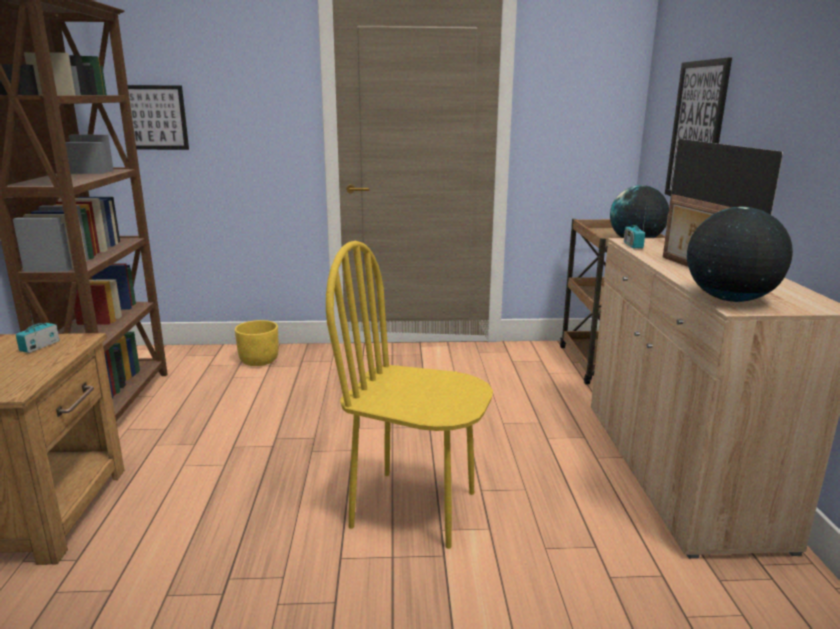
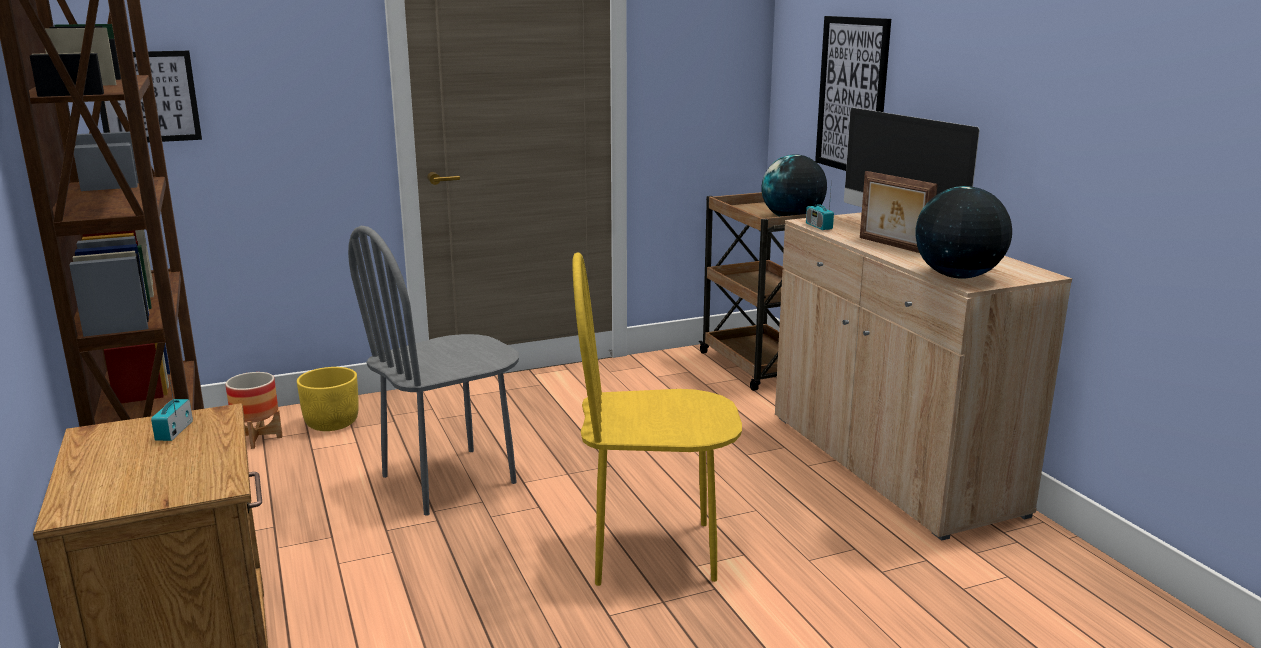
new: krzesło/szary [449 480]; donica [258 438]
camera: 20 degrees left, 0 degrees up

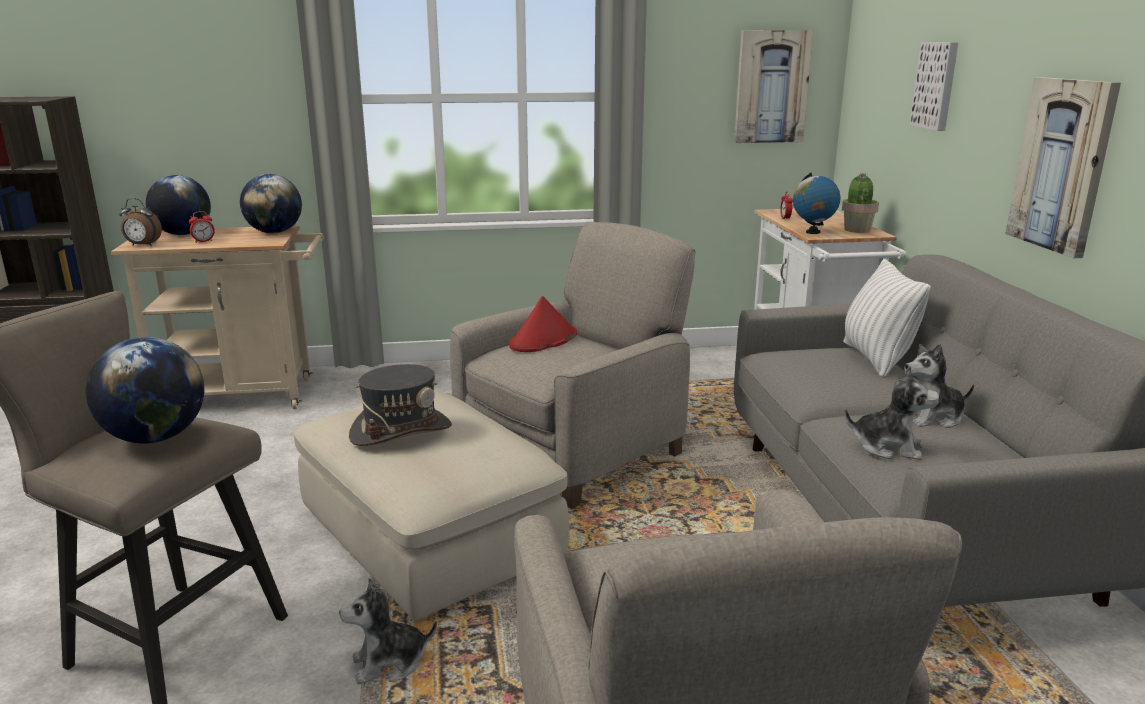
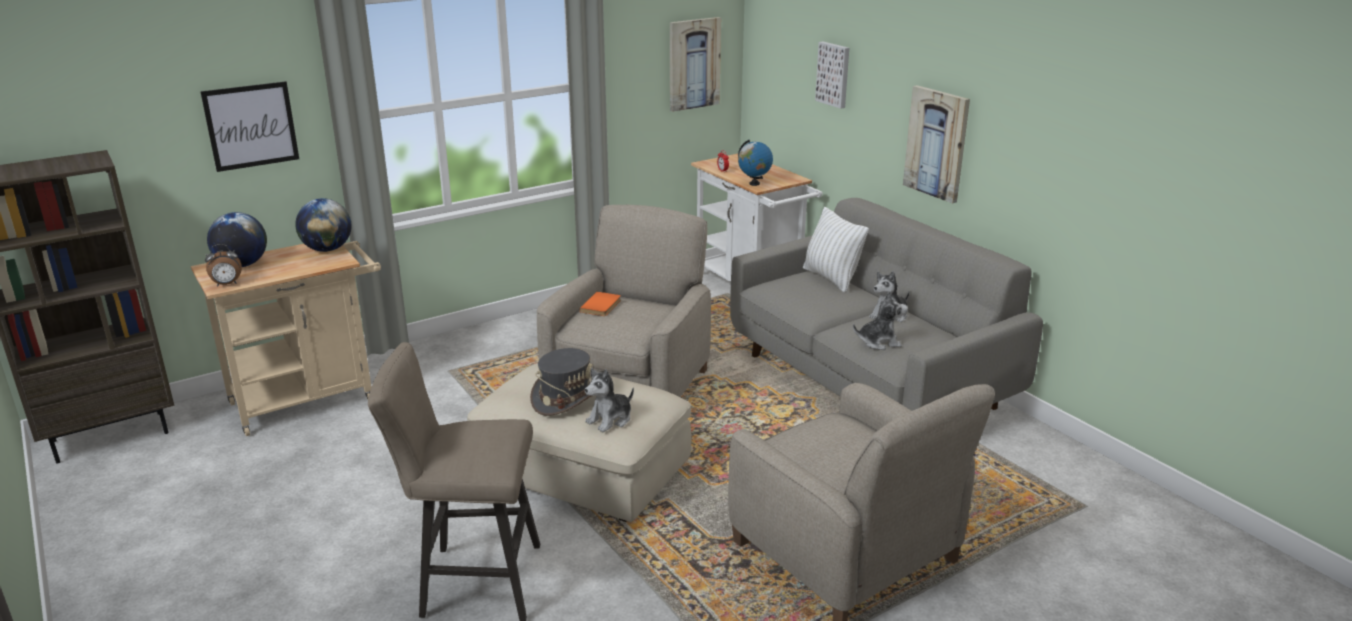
gone: roślina doniczkowa [857 230]; budzik [203 241]; globus [156 438]
new: obraz [251 126]
shifted: pluszak [389 663] to [610 419]
swapped: kapelusz/czerwony [543 340] to książka/pomarańczowy [602 306]
camera: 25 degrees left, 5 degrees up

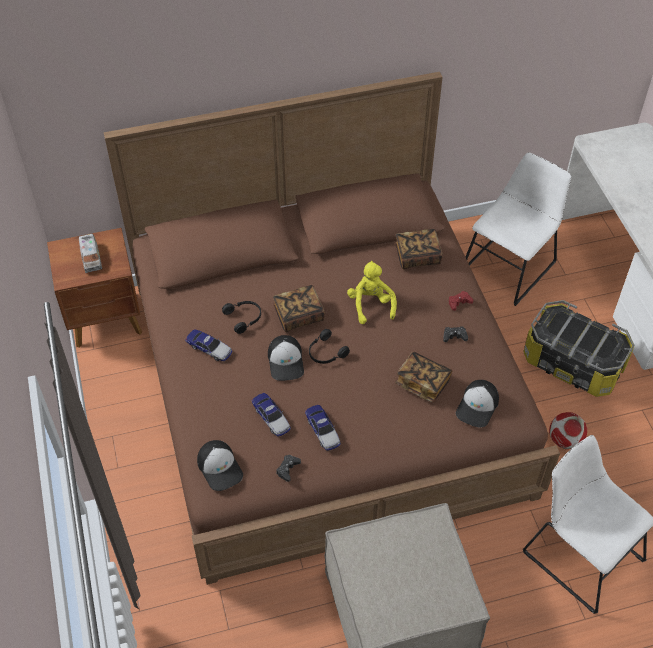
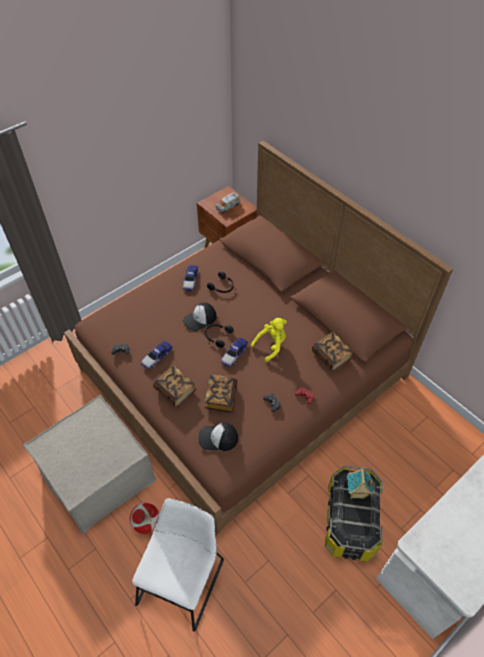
gone: krzesło/biały [510 265]; czapka z daszkiem [220 467]
new: domek [356 493]
shifted: książka [298 315] to [175 391]; samochodzik [271 417] to [234 354]; piłka futbolowa [564 440] to [146 523]
camera: 65 degrees right, 0 degrees up

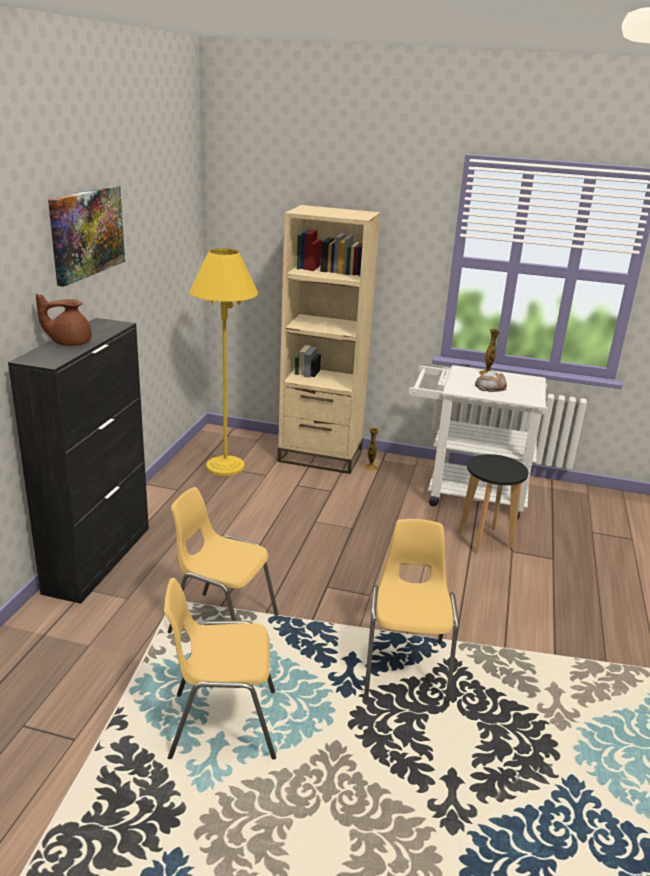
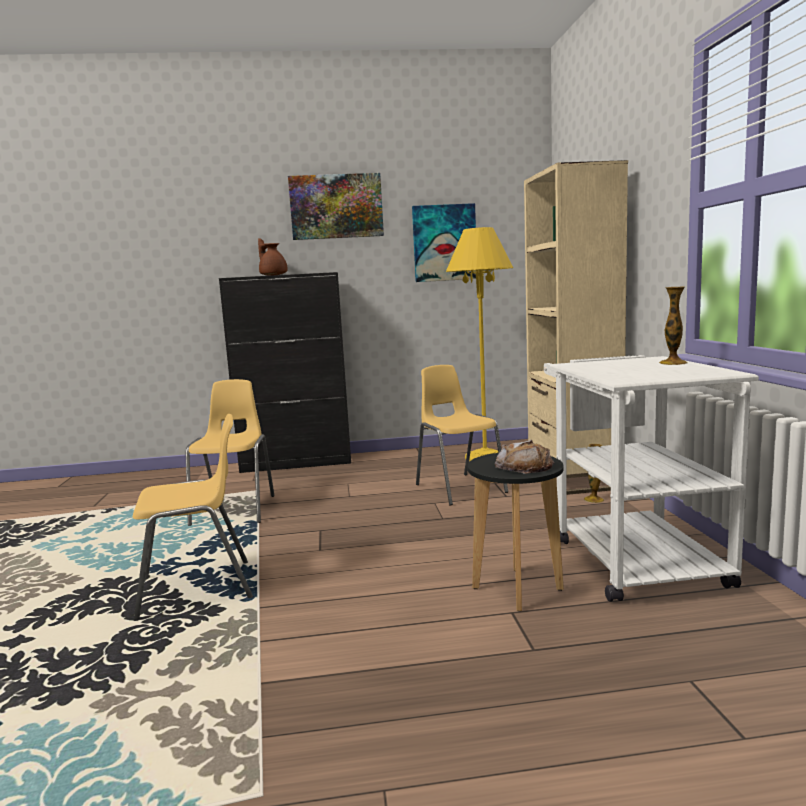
new: obraz [444 243]
shifted: chleb [490 386] to [524 466]; krzesło/żółty [222 724] to [459 488]
camera: 70 degrees right, 15 degrees down

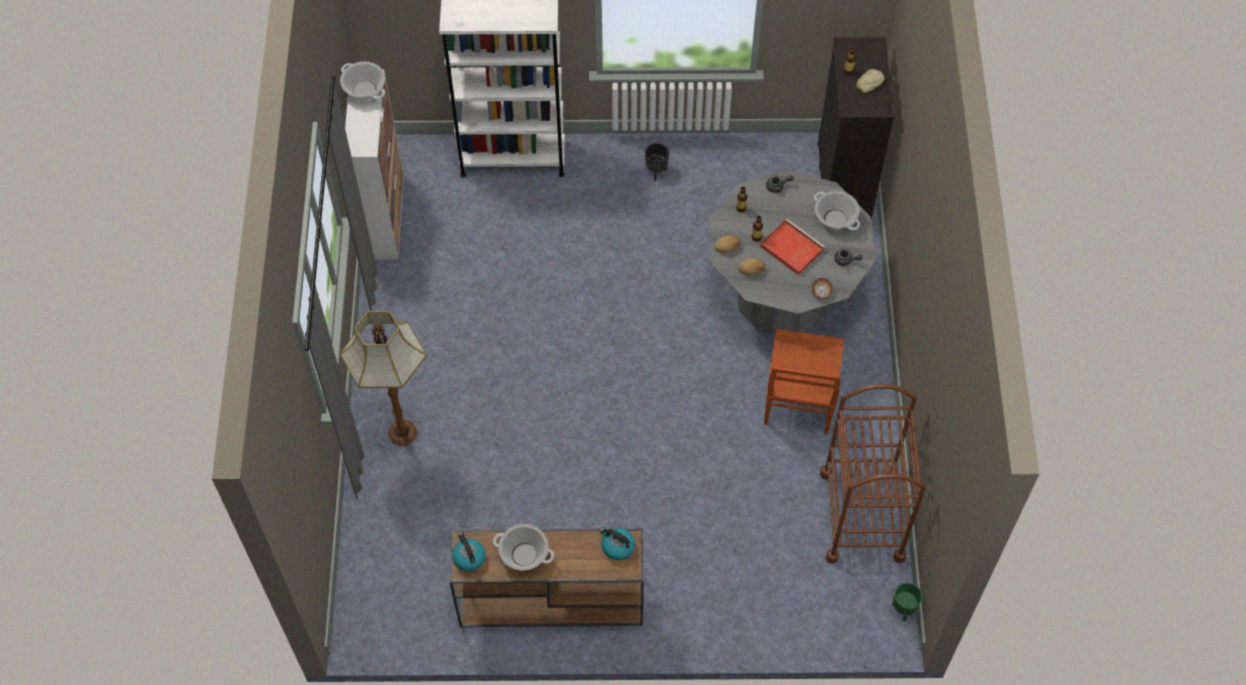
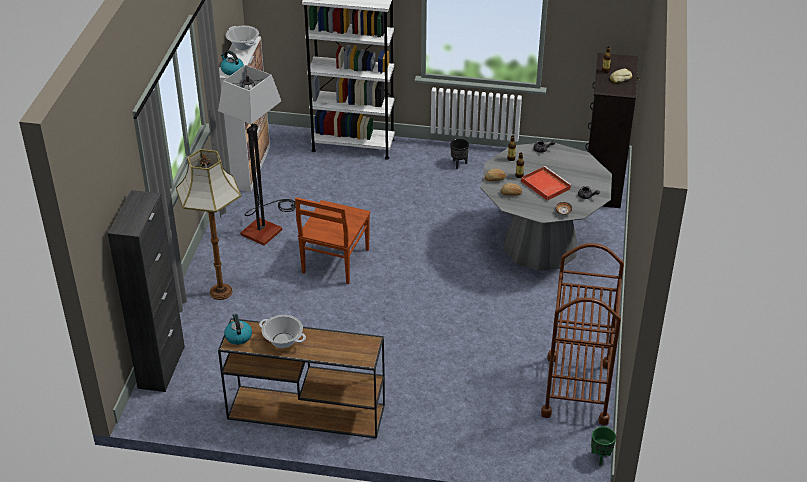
gone: garnek [835 219]
new: lampa stojąca [265 225]; szafka/czarny [161 367]
shifted: krzesło/brązowy [799 399] to [334 262]; czajnik [617 546] to [232 70]
camera: 10 degrees right, 20 degrees down

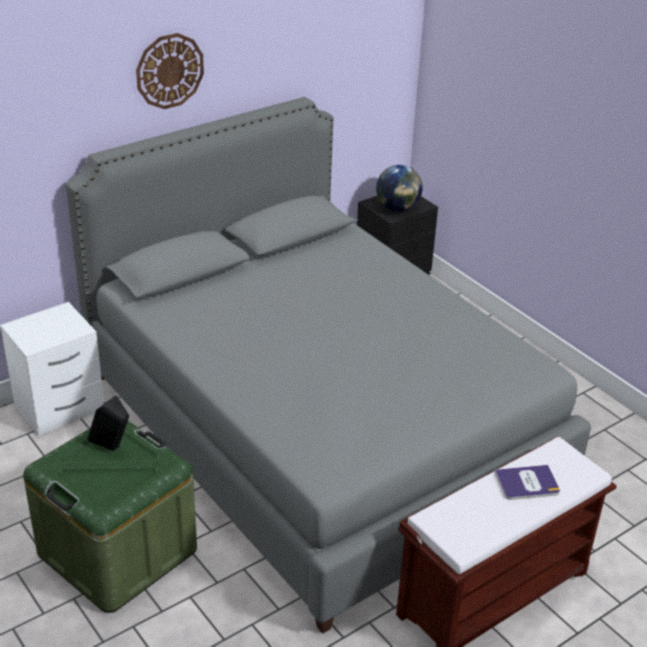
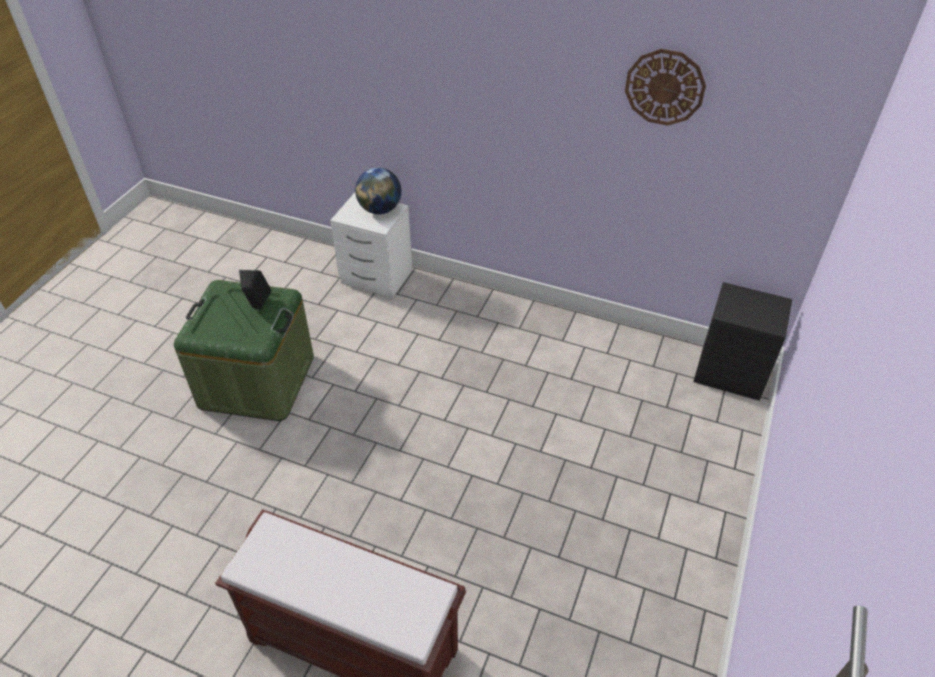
gone: łóżko/szary [318 431]; książka [527 483]
shifted: zegar ścienny [169 71] to [664 87]; globus [397 208] to [380 210]
camera: 60 degrees right, 10 degrees up

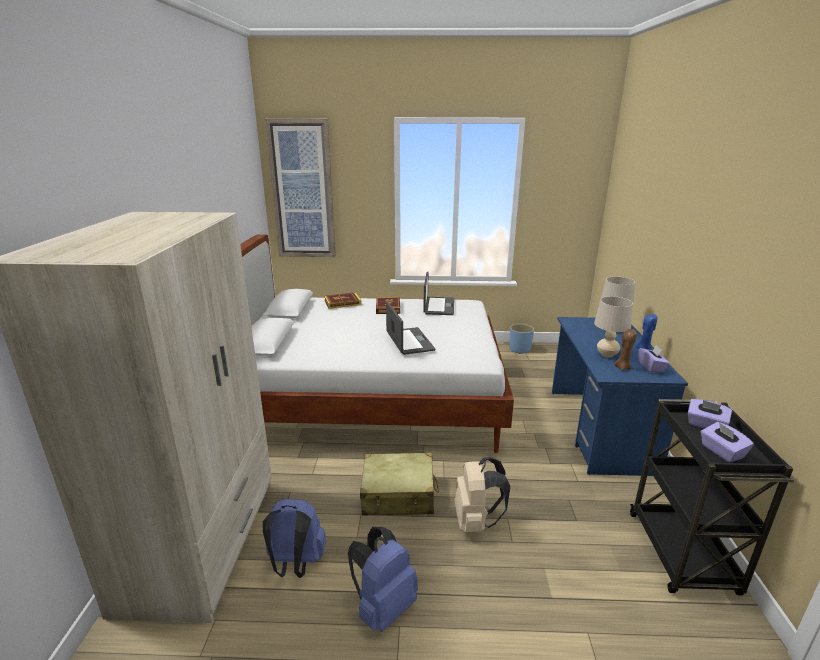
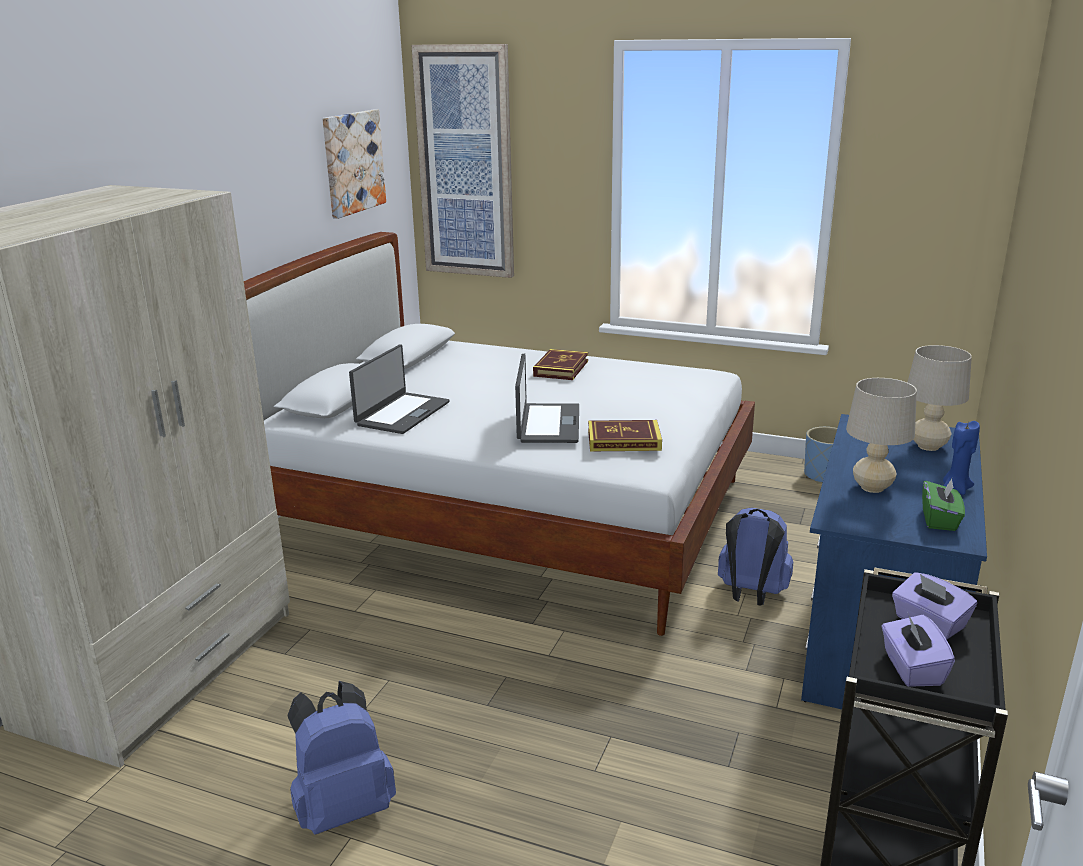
gone: świeca/brązowy [622 367]; walizka/beżowy [398 494]; plecak/beżowy [476 521]
new: obraz [352 162]
shifted: laptop [438 306] to [402 413]; książka [342 303] to [624 440]; plecak/niebieski [295 564] to [751 595]
repainted: pudełko chusteczek/fioletowy [651 367] to pudełko chusteczek/zielony [940 520]
camera: 20 degrees right, 0 degrees up

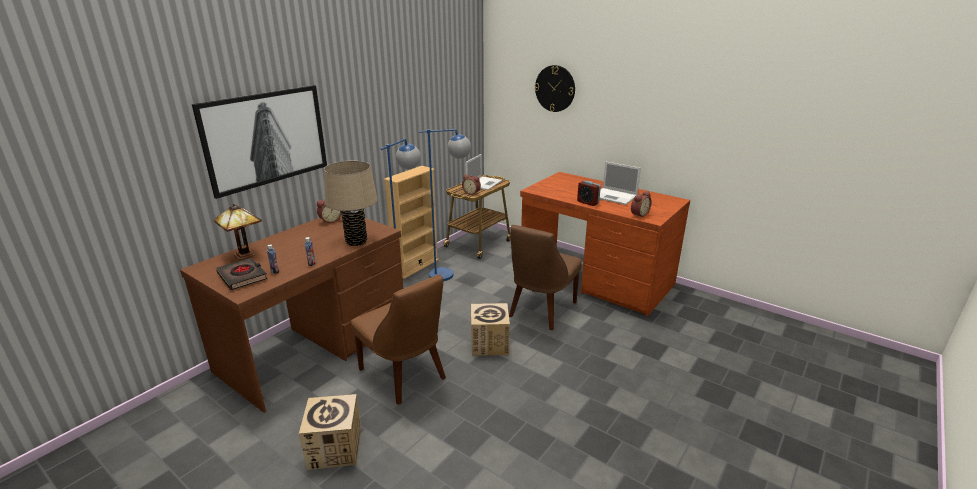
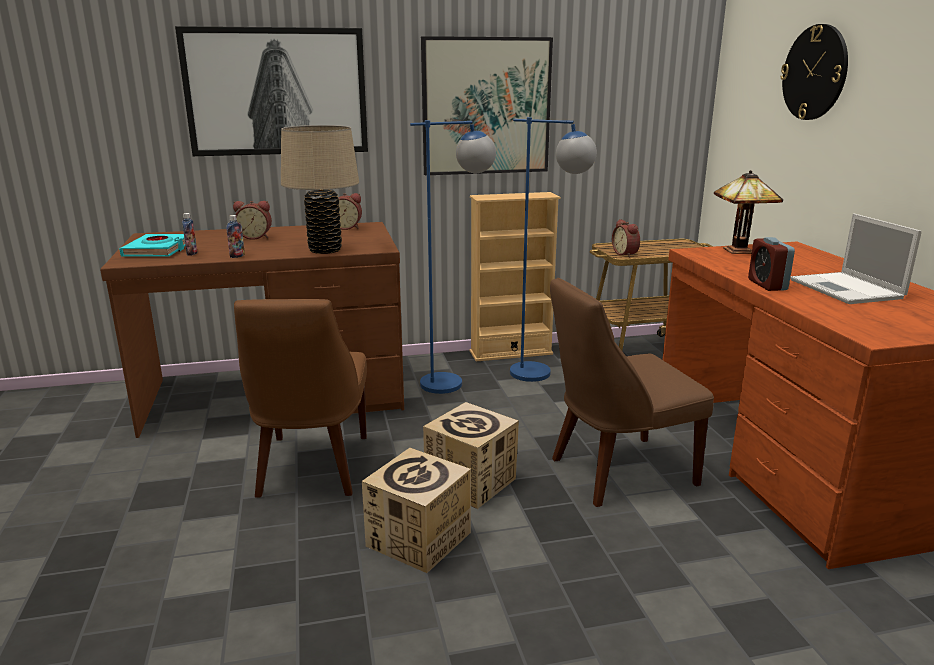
gone: laptop [484 183]
new: obraz [486 106]
shifted: budzik [638 214] to [255 237]; lampa stołowa [245 254] to [740 250]; karton [335 448] to [418 539]
repainted: książka/czarny [242 277] to książka/turkusowy [158 250]
camera: 40 degrees right, 5 degrees down

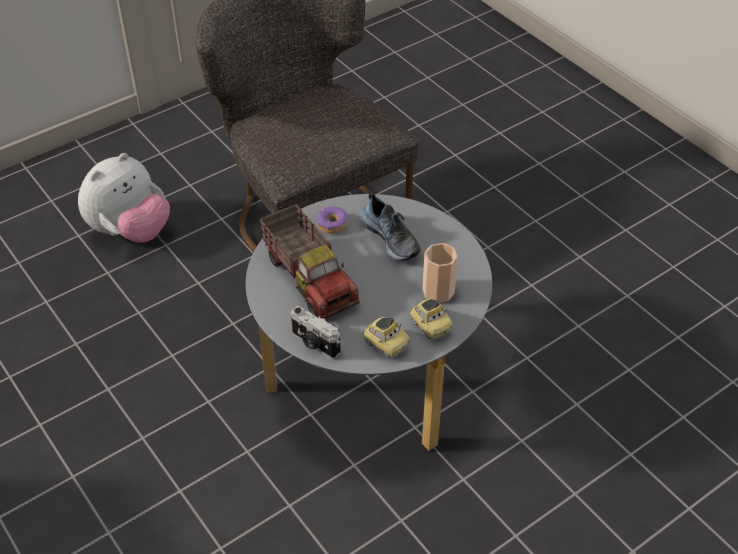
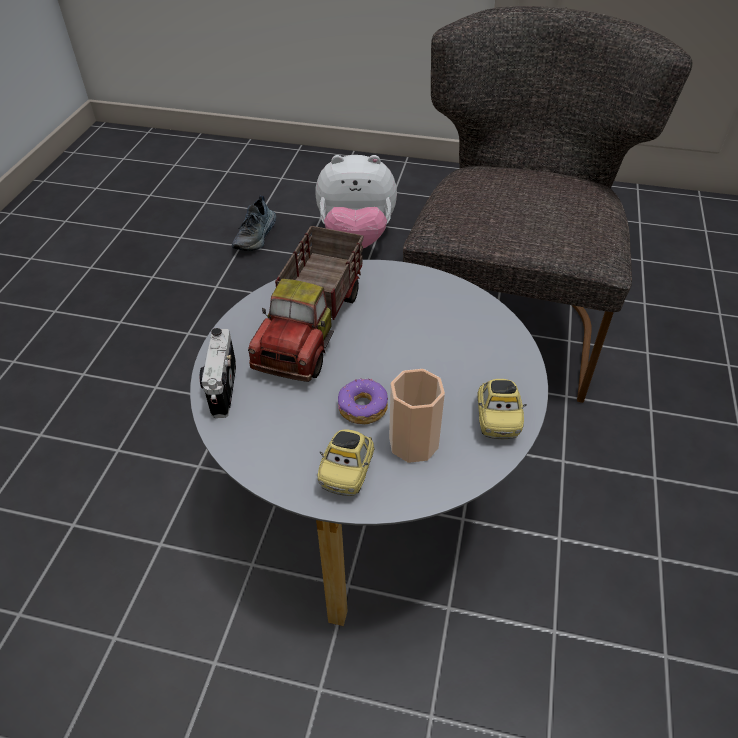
shifted: but [391 238] to [256 236]; donut [332 224] to [362 408]; samochodzik [385 344] to [497 419]
camera: 50 degrees right, 0 degrees up

